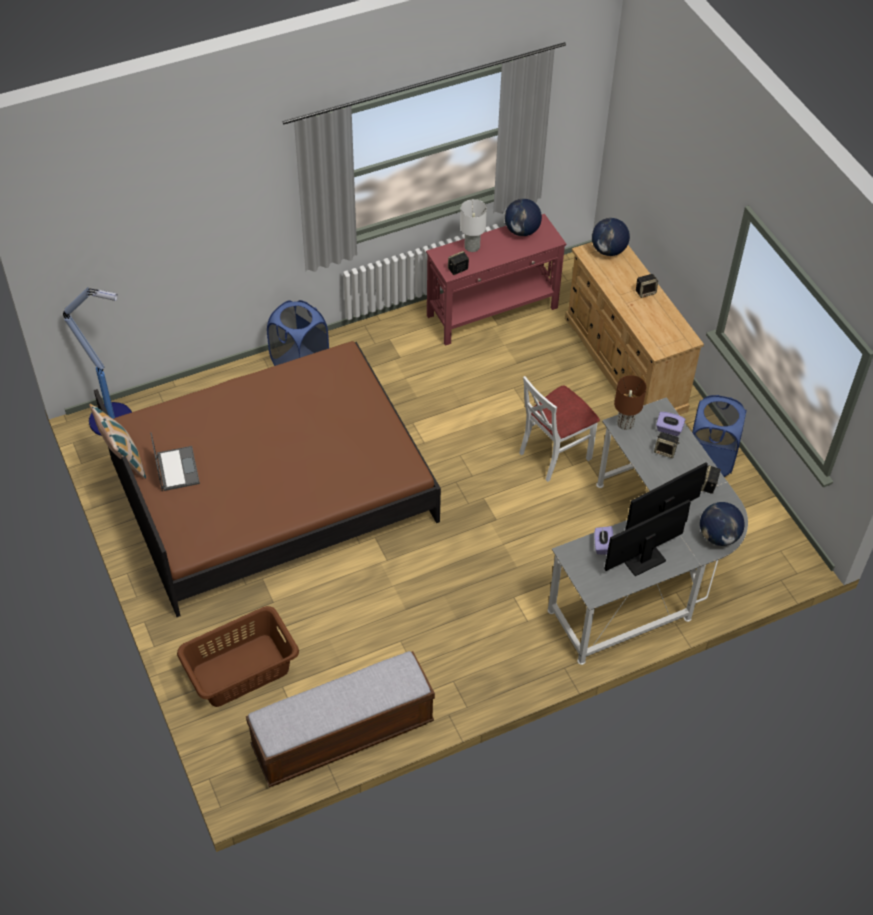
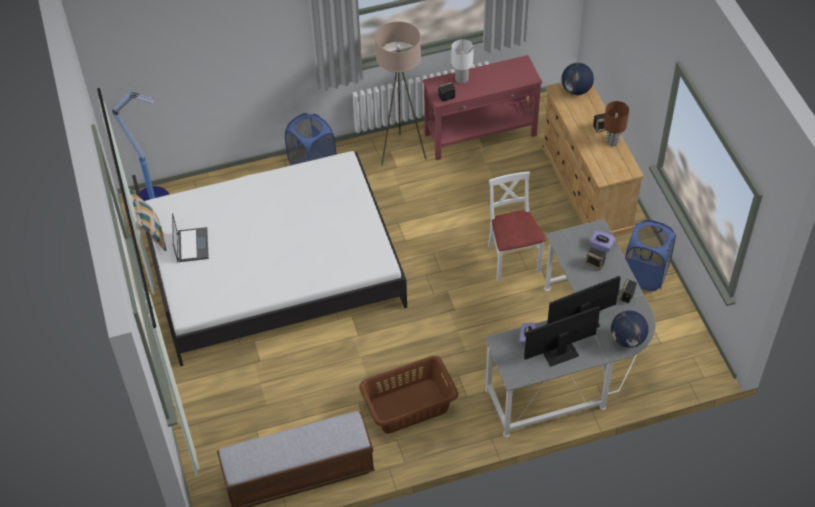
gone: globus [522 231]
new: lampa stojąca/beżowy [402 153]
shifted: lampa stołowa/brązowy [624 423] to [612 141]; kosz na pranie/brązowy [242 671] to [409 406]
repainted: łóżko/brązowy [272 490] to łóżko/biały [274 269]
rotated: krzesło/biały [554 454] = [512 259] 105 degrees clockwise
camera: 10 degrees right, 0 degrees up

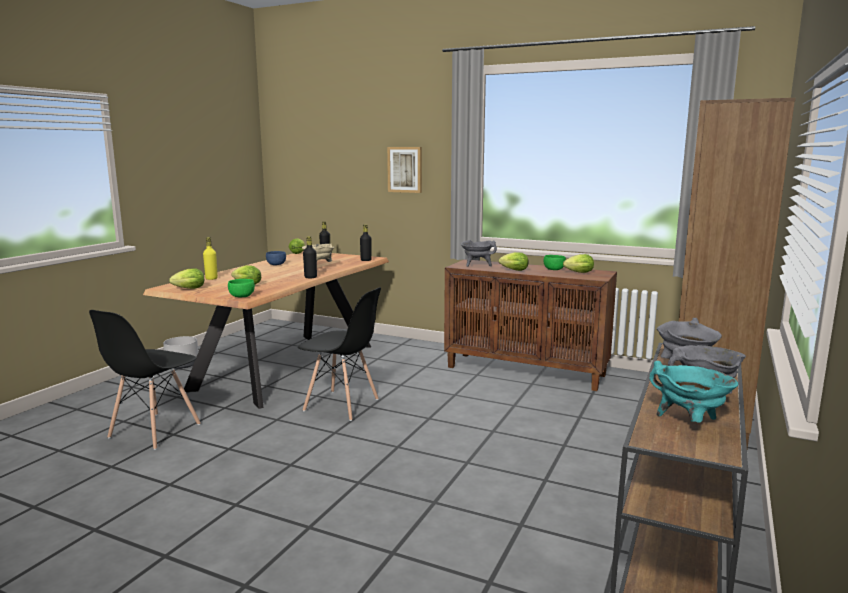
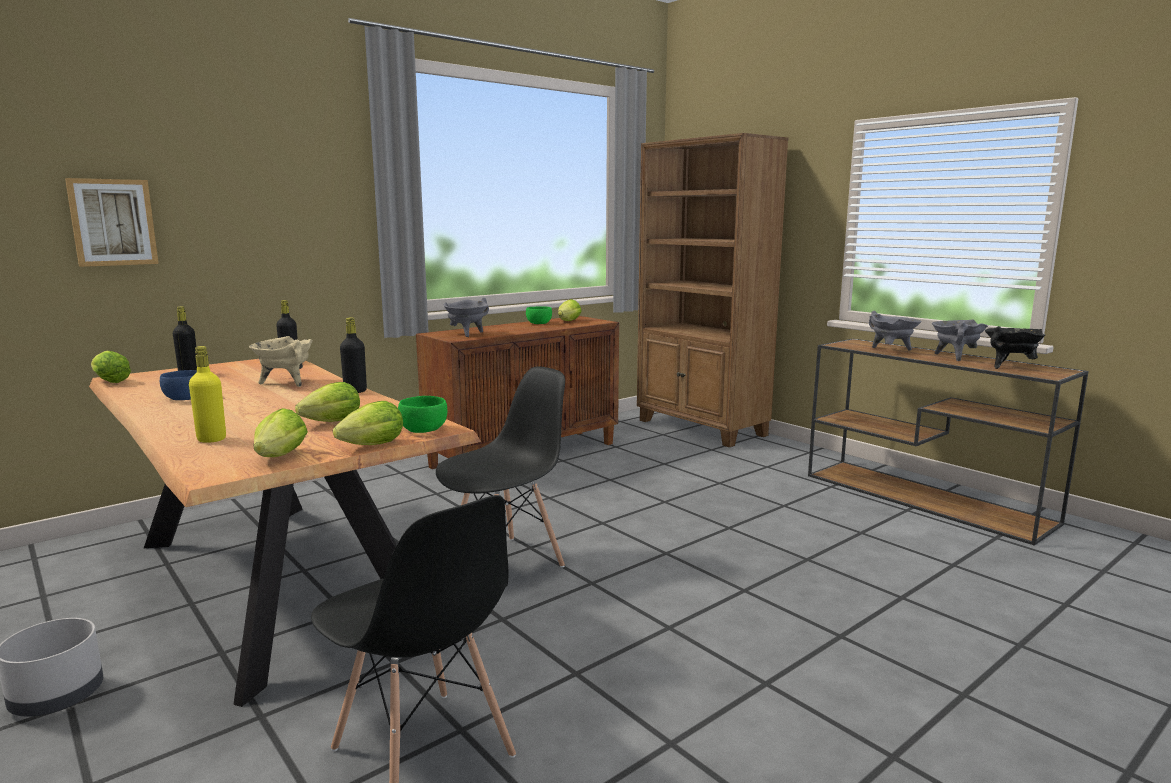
shifted: obraz [405 169] to [113 222]; sałata [512 270] to [369 446]
repainted: garnek/turkusowy [690 423] to garnek/czarny [1009 366]
camera: 65 degrees left, 0 degrees up

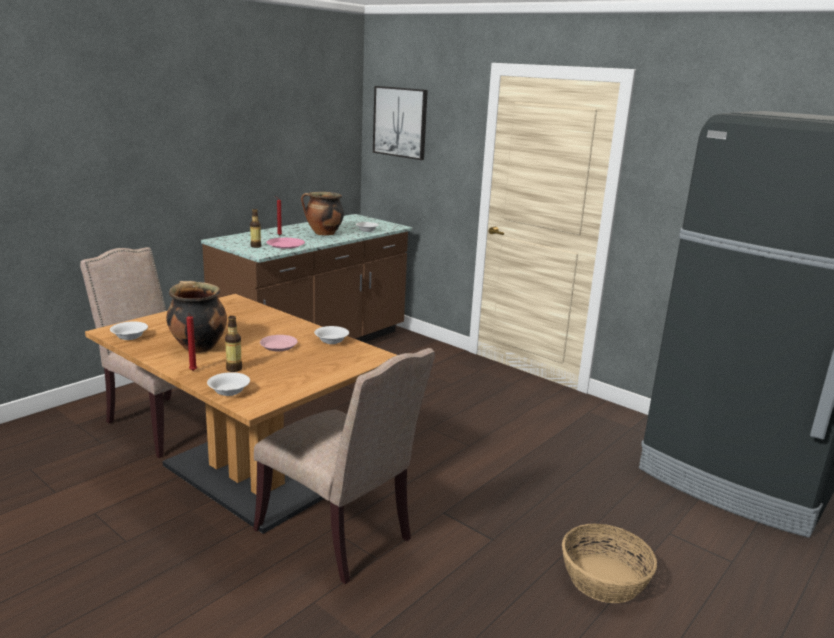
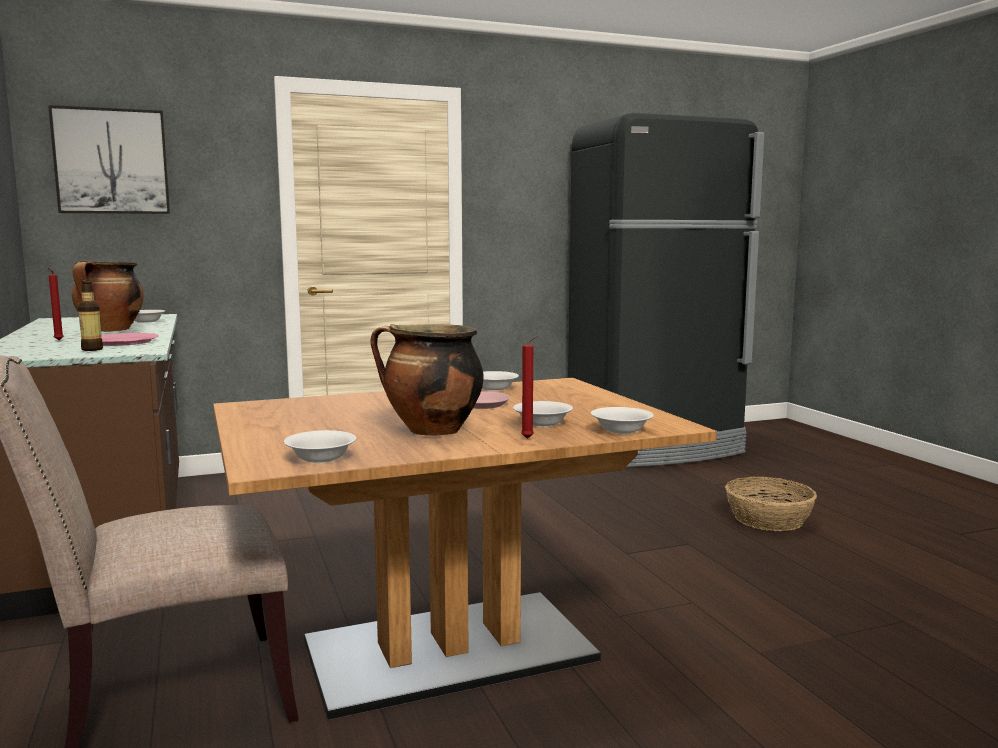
gone: krzesło/beżowy [340 535]
swapped: butelka [234 369] to miska/biały [543 424]
camera: 60 degrees left, 10 degrees down

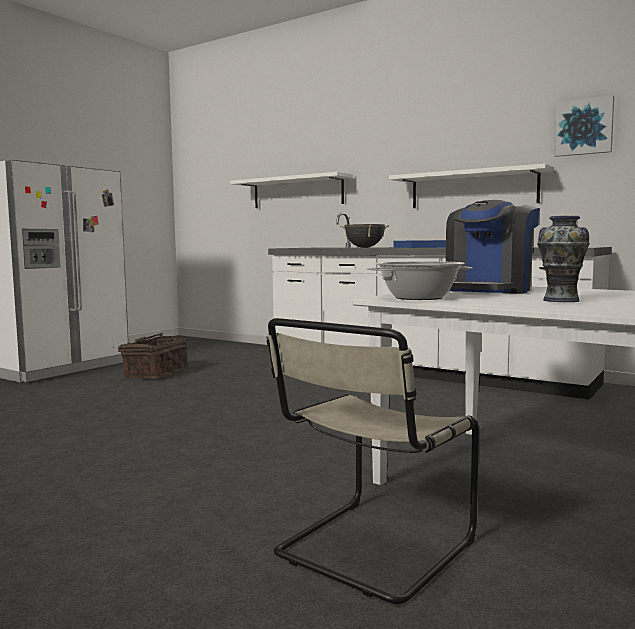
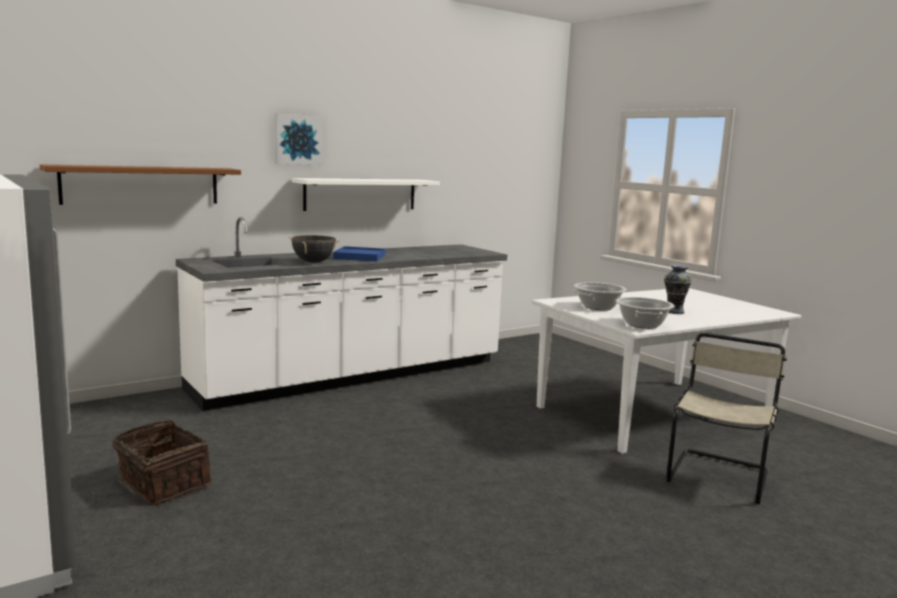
shifted: obraz [584 127] to [297 139]
swapped: ekspres do kawy [489 290] to garnek [598 307]
repainted: półka/biały [297 192] to półka/brązowy [141 185]
rotated: krzesło/beżowy [370 550] = [719 475] 120 degrees counterclockwise
camera: 70 degrees left, 5 degrees up

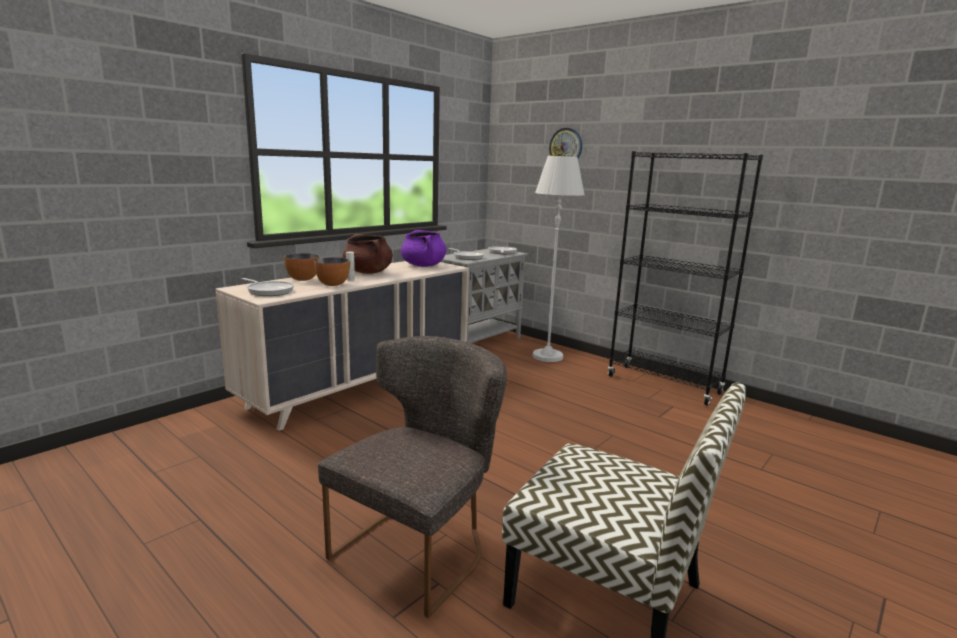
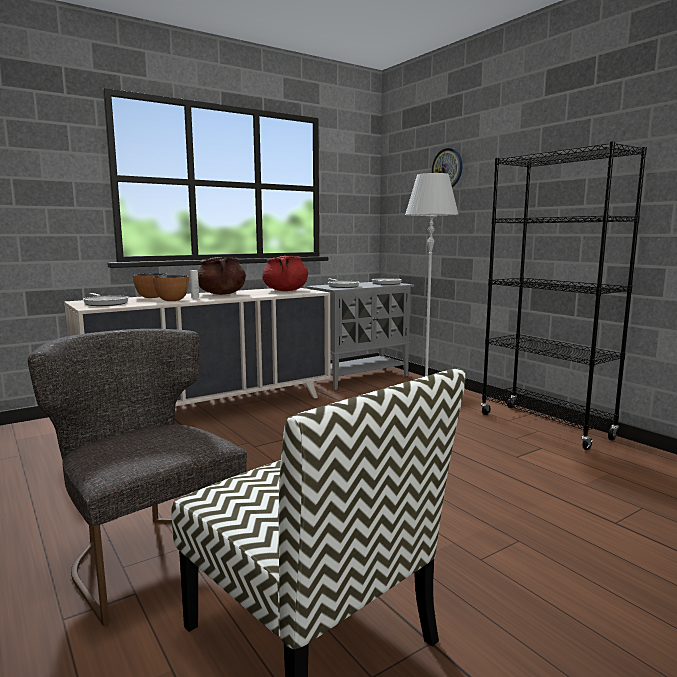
repainted: garnek/fioletowy [423 266] to garnek/czerwony [285 291]
rotated: krzesło/szary [420 546] = [147 555] 90 degrees counterclockwise
camera: 15 degrees right, 5 degrees down

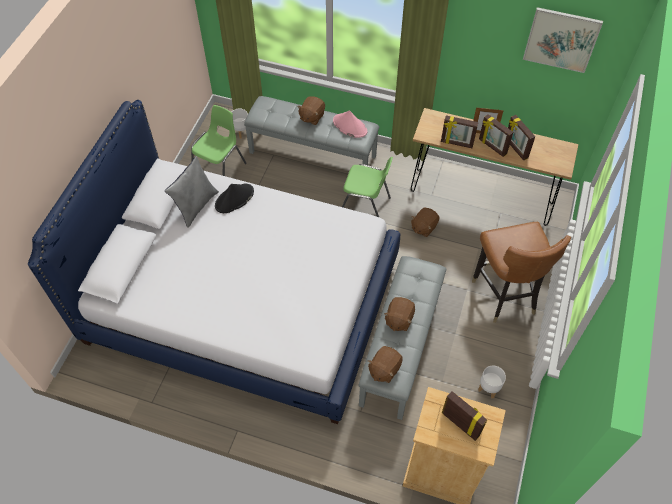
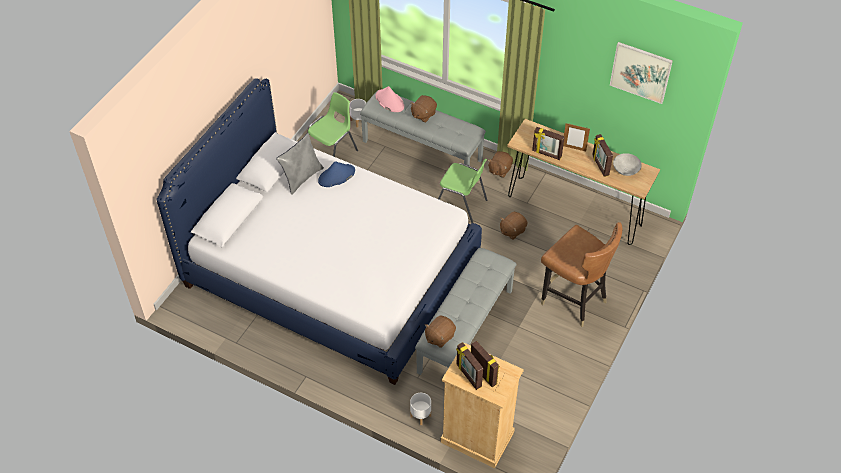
new: miska/szary [626 170]
shifted: kapelusz/różowy [349 126] to [389 101]; ramka na zdjęcie [492 147] to [468 376]; pluszak/brązowy [398 319] to [499 170]; donica/biały [488 388] to [420 416]
repainted: kapelusz/czarny [234 199] to kapelusz/niebieski [336 176]
rotated: krzesło/brązowy [504 295] = [573 300] 45 degrees counterclockwise
camera: 10 degrees right, 5 degrees down

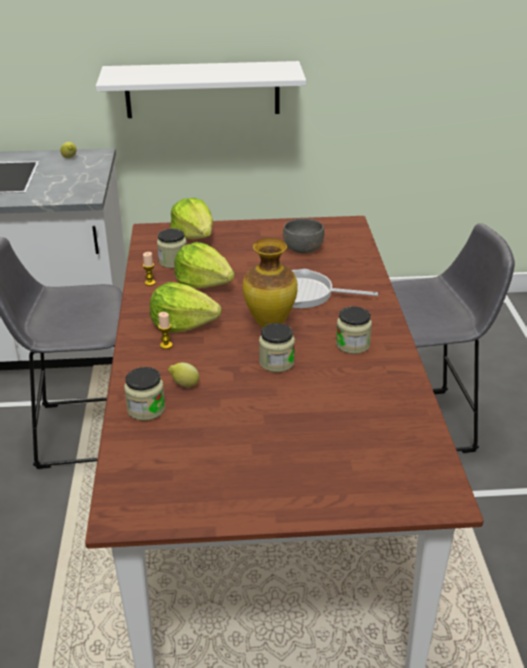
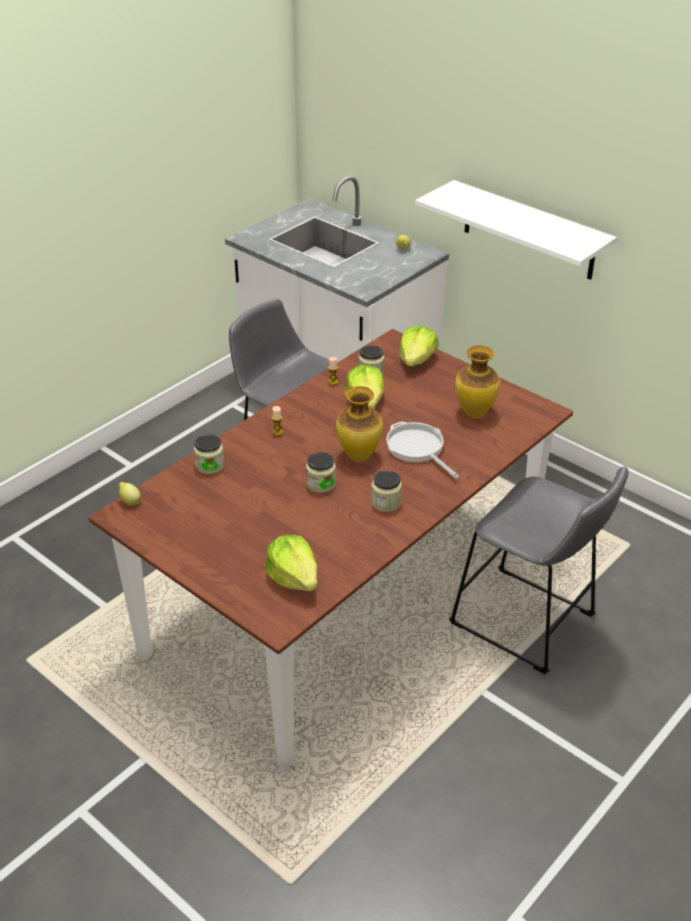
shifted: sałata [183 324] to [294 577]; cytryna [184 385] to [130 502]
swapped: miska/szary [302 249] to wazon [474 412]
camera: 45 degrees right, 5 degrees up

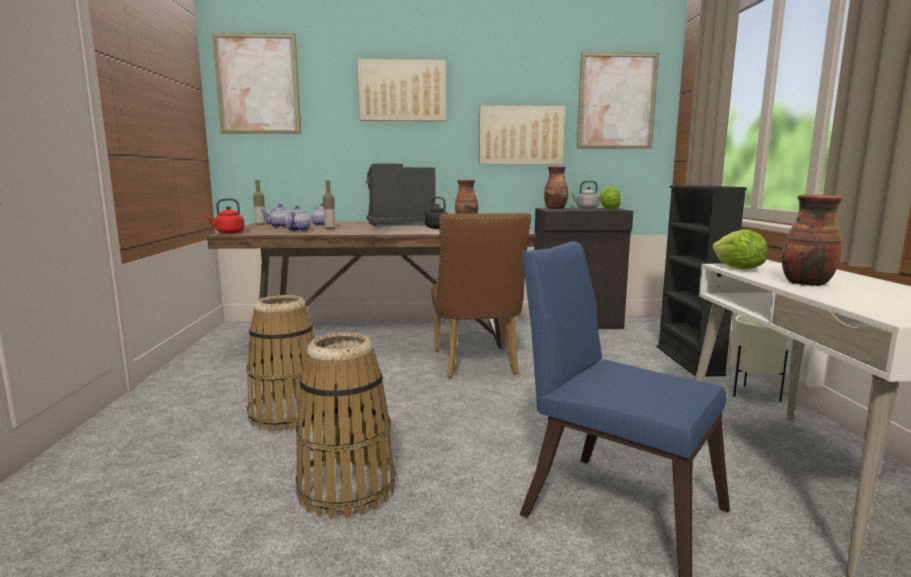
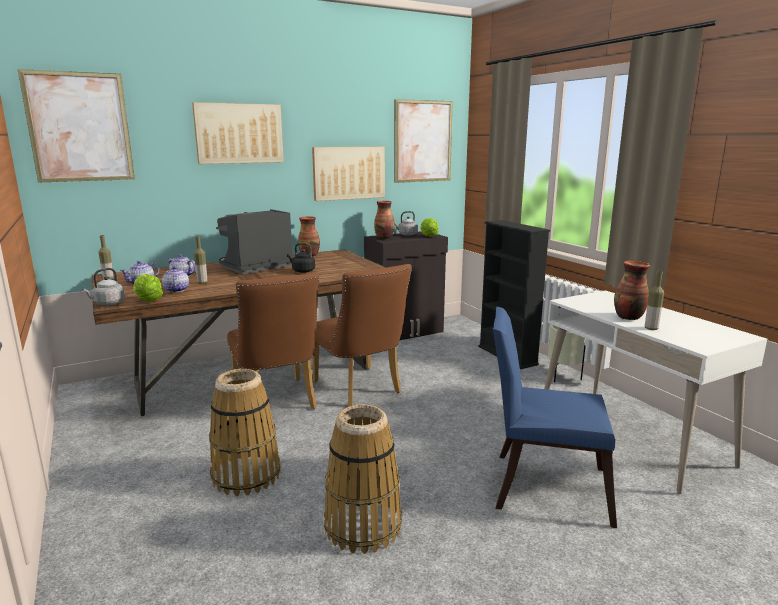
new: butelka [651 328]; krzesło/brązowy [277 402]
shifted: sałata [737 269] to [148 300]
repainted: czajnik/czerwony [228 233] to czajnik/szary [108 303]
camera: 25 degrees left, 5 degrees up

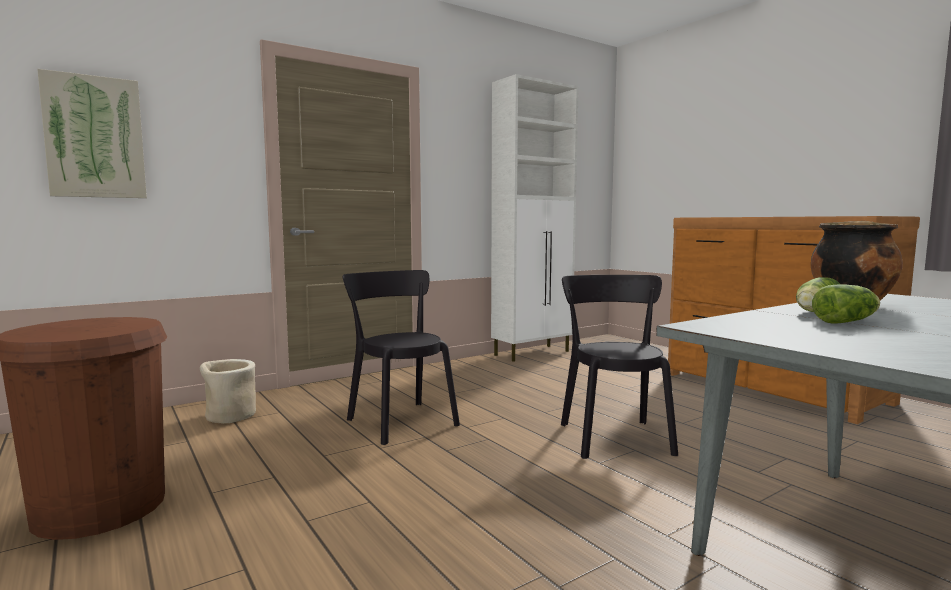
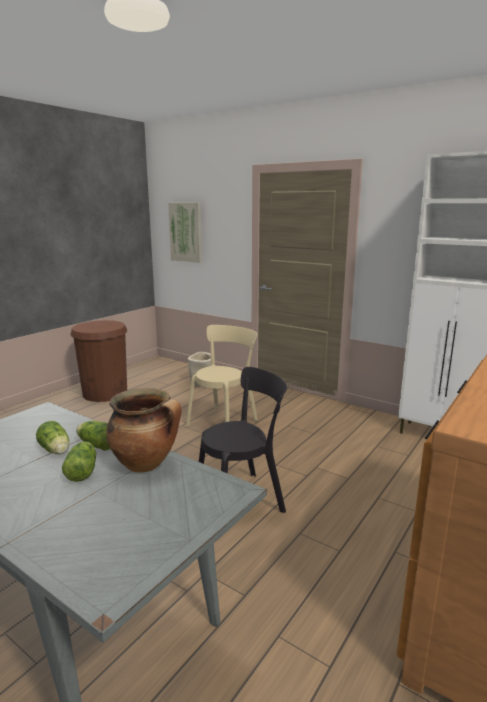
new: sałata [83 470]
repainted: krzesło/czarny [400 420] to krzesło/beżowy [224 421]
camera: 70 degrees right, 10 degrees up

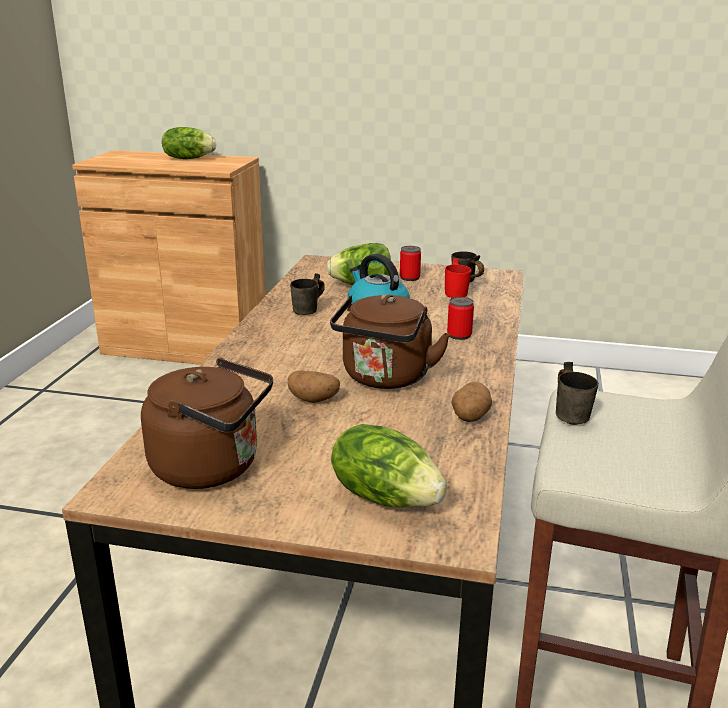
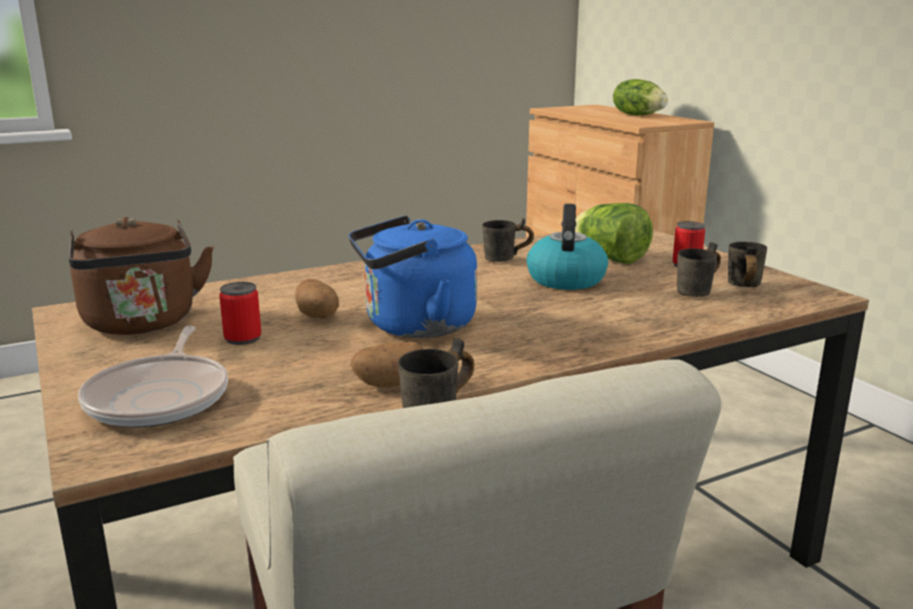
shifted: puszka [459 335] to [243 338]
swapped: sałata [386 496] to patelnia [161 397]
repainted: kubek/czerwony [458 294] to kubek/szary [701 293]; czajnik/brązowy [385 378] to czajnik/niebieski [413 326]
camera: 50 degrees right, 5 degrees down

